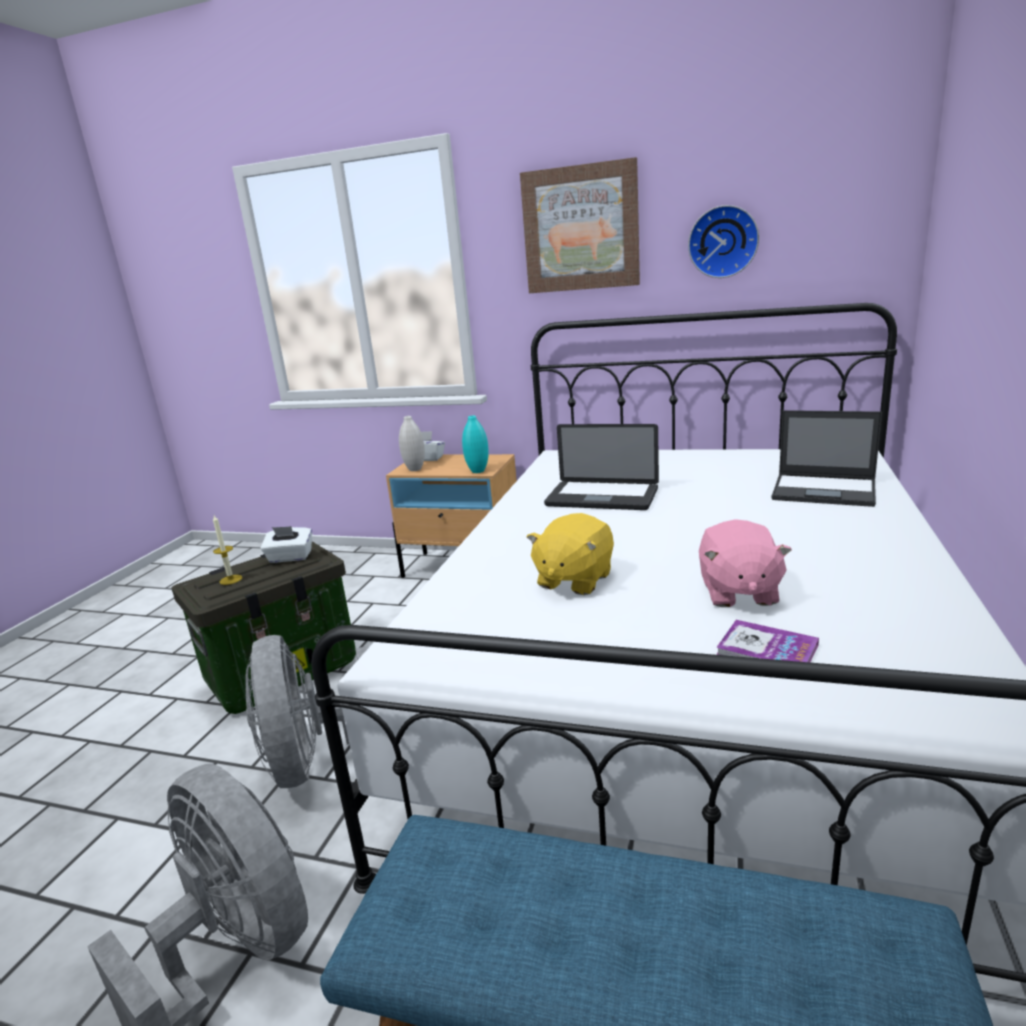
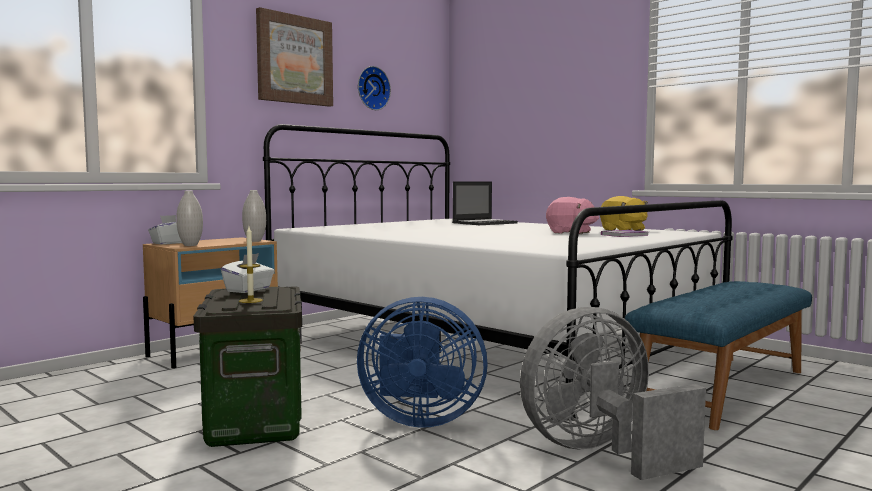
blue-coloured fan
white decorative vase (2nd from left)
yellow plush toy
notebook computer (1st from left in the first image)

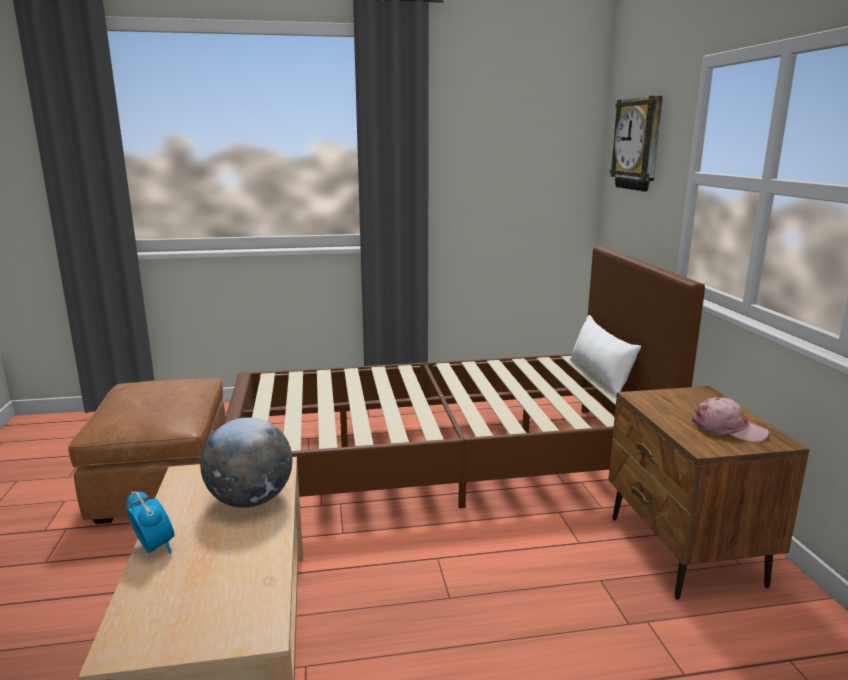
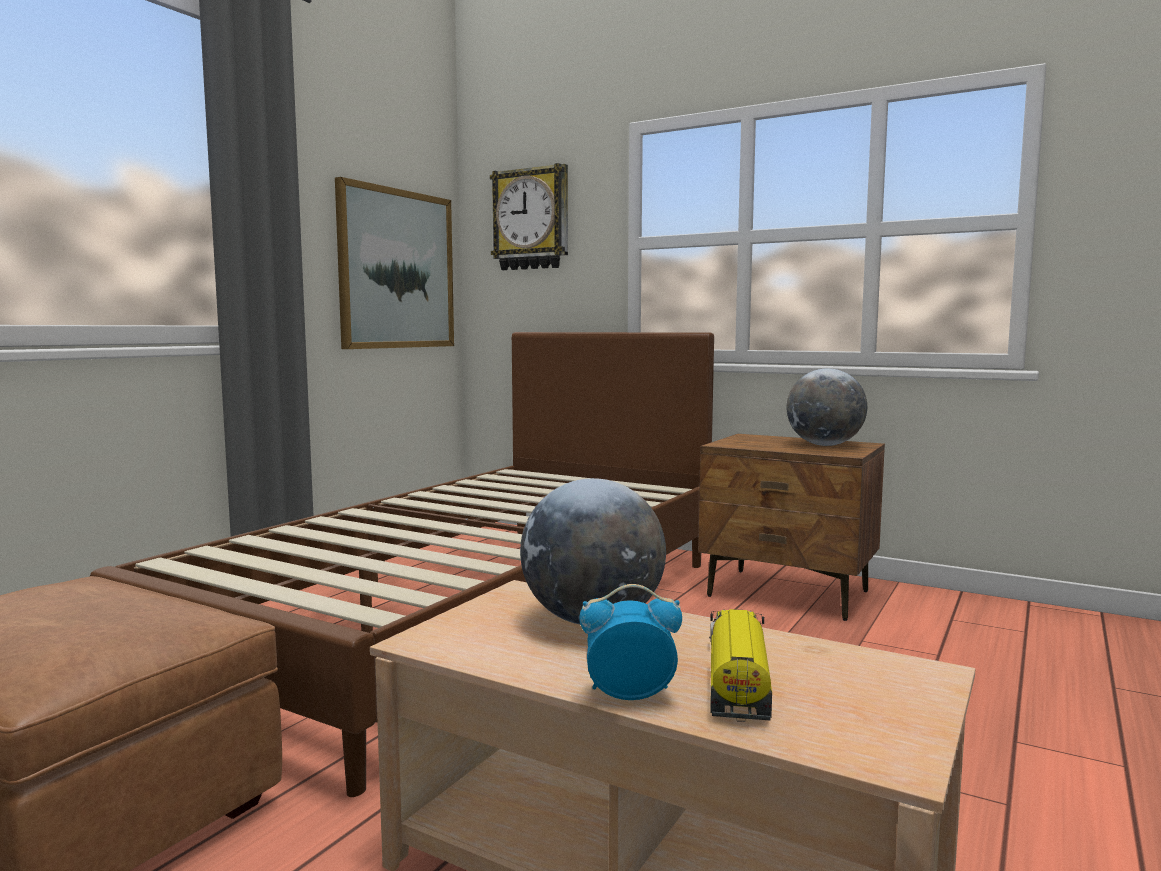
white throw pillow
world globe (2nd from left)
wall picture
toy lorry

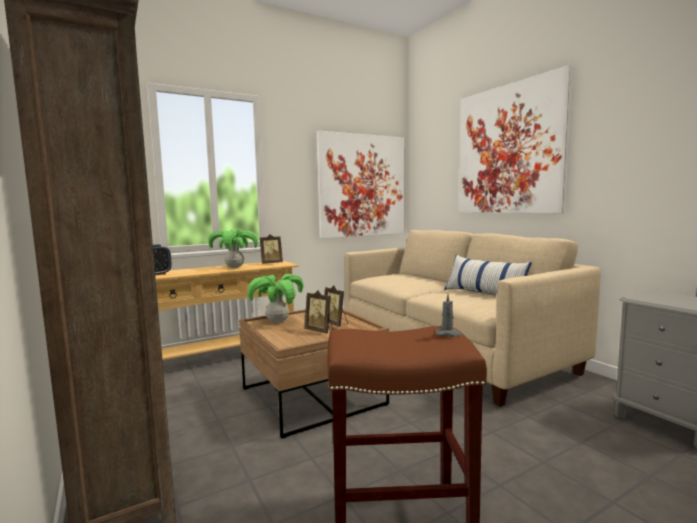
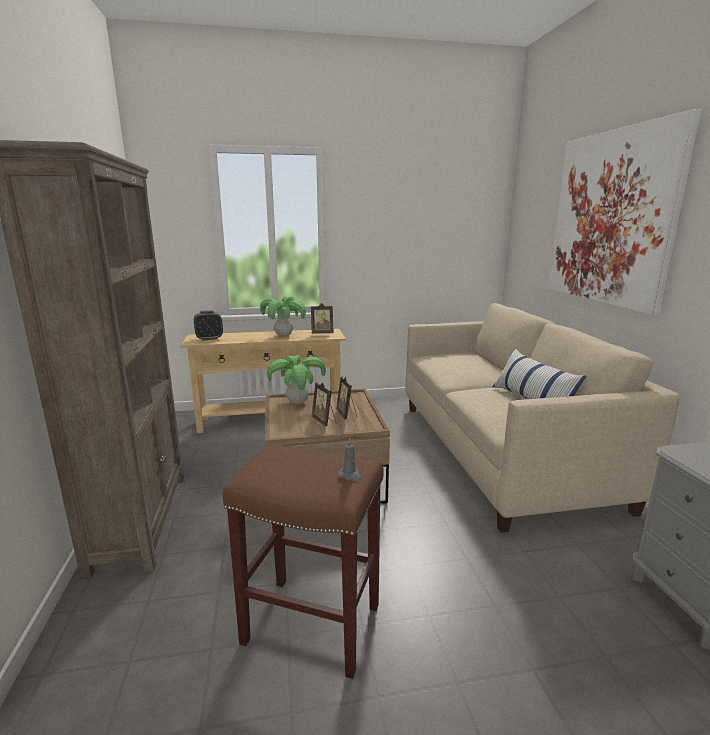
wall picture (1st from left in the first image)

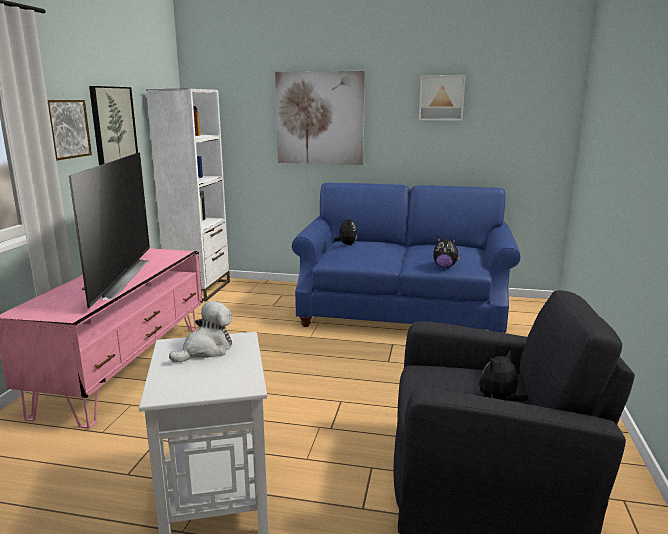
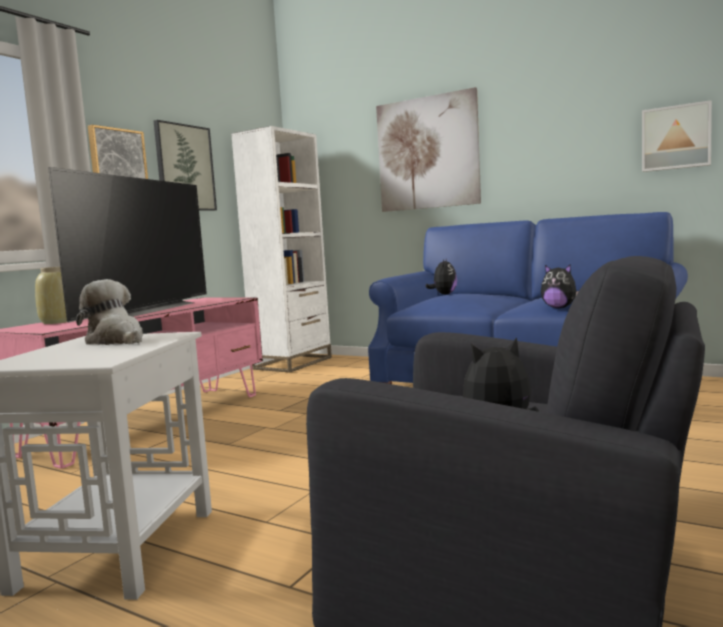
plush toy (1st from left)
wall picture (4th from left)
sand-coloured decorative vase

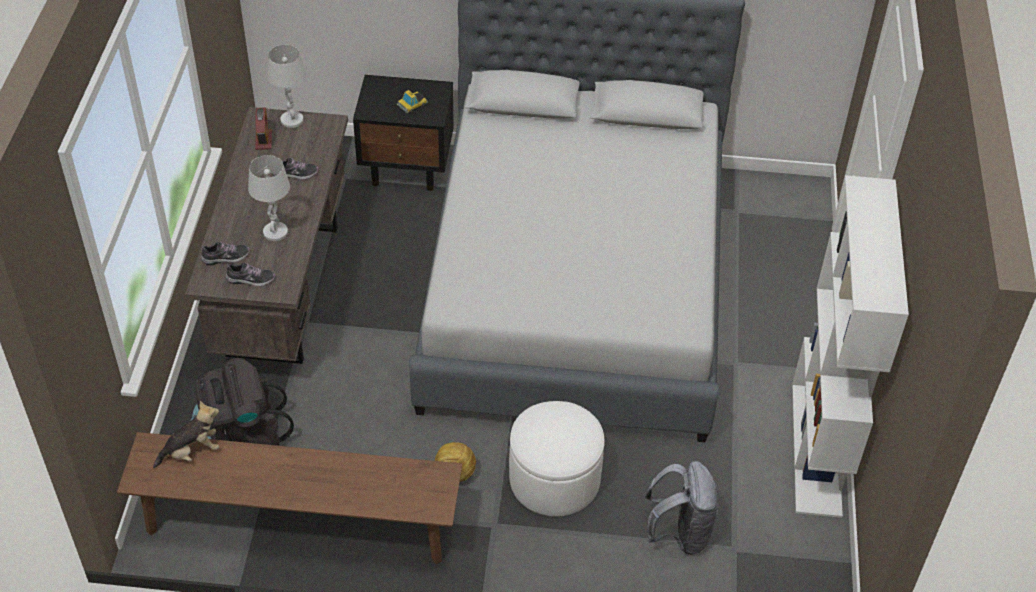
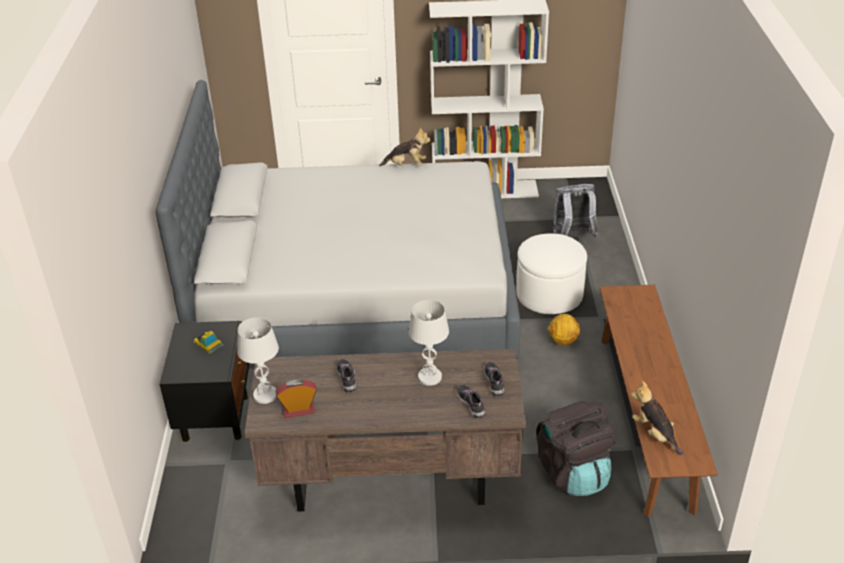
plush toy (1st from left)

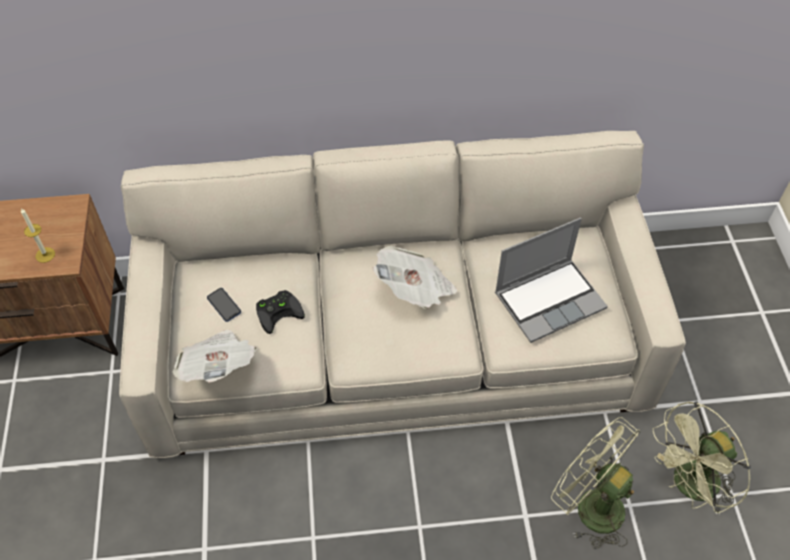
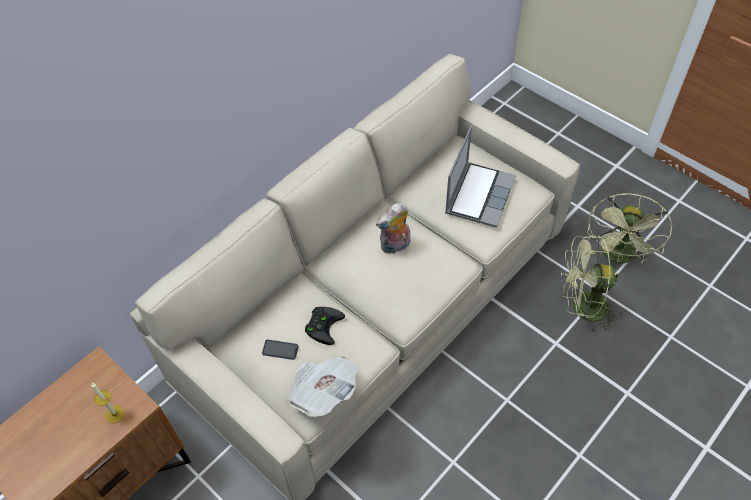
plush toy

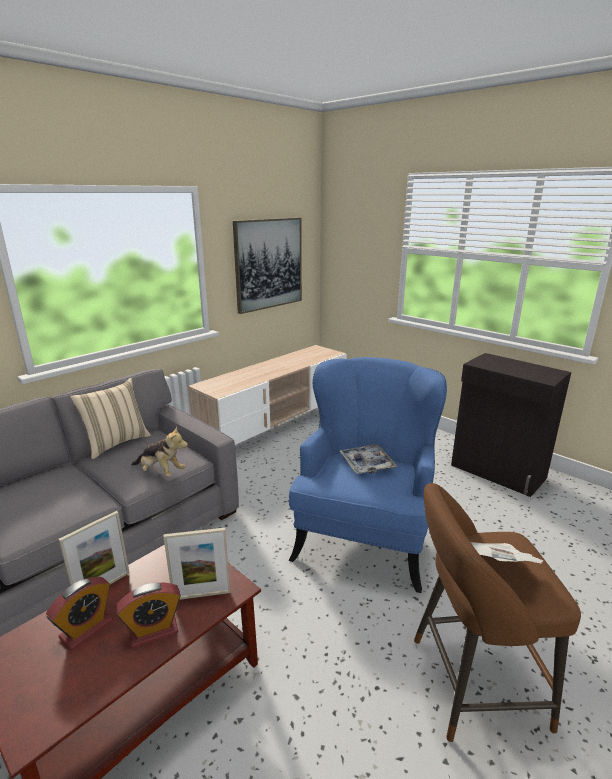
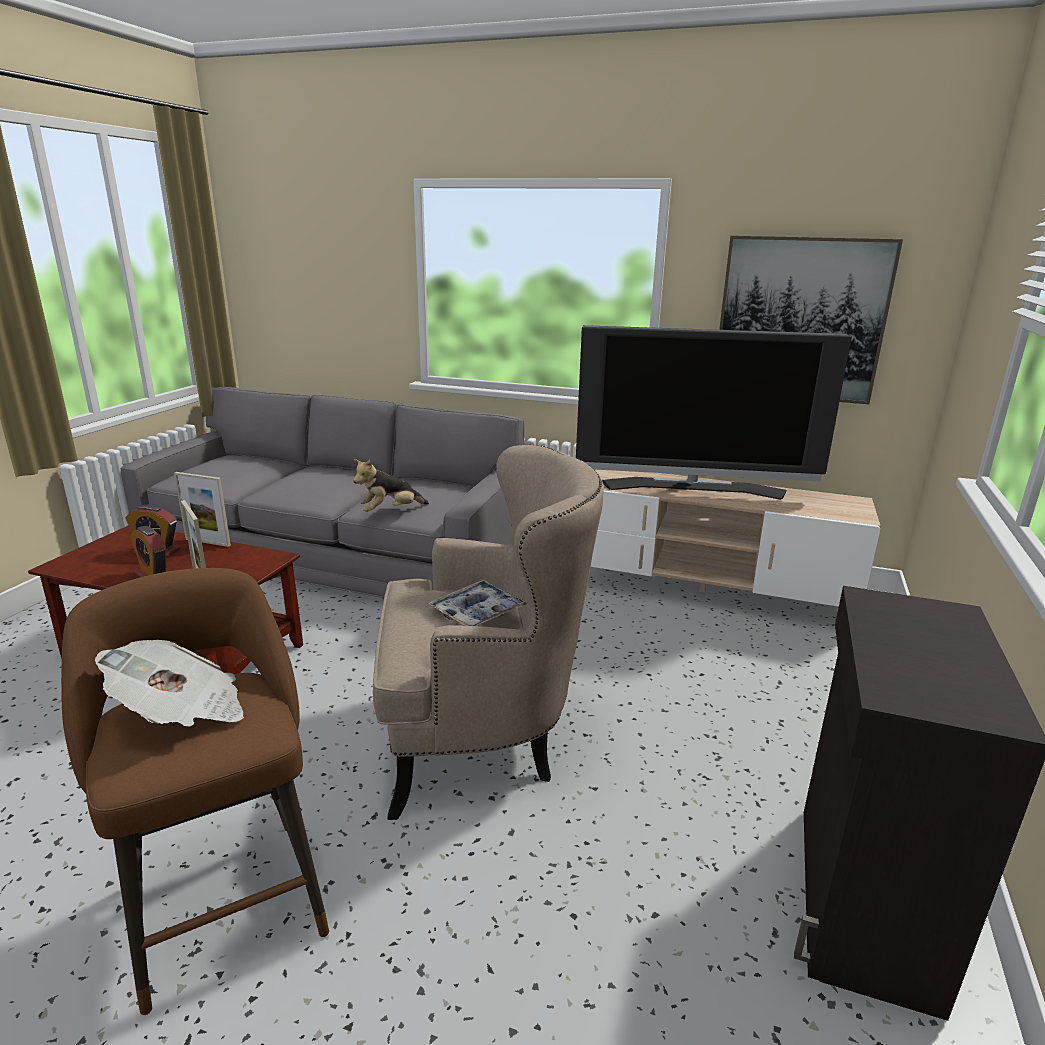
sand-coloured throw pillow
plush toy
sand-coloured armchair
TV

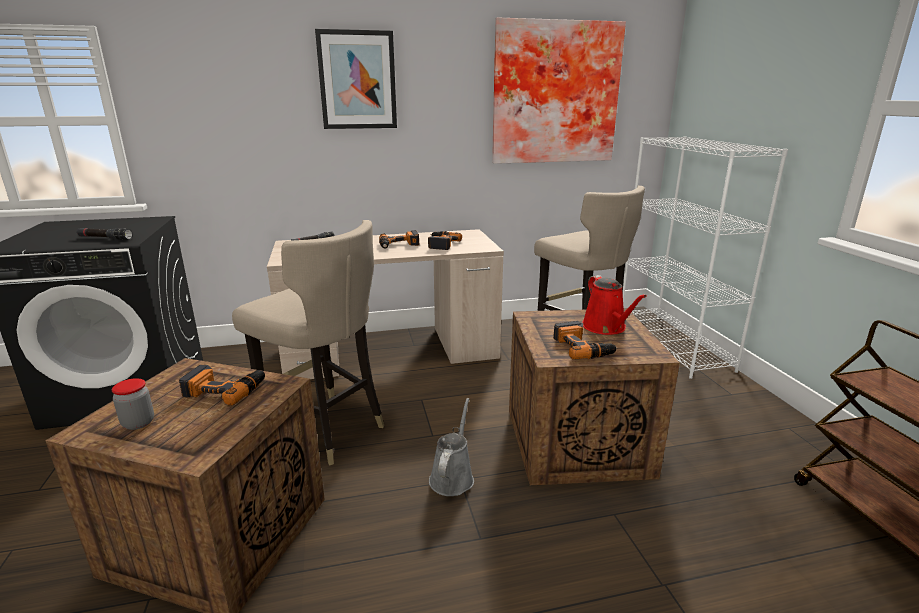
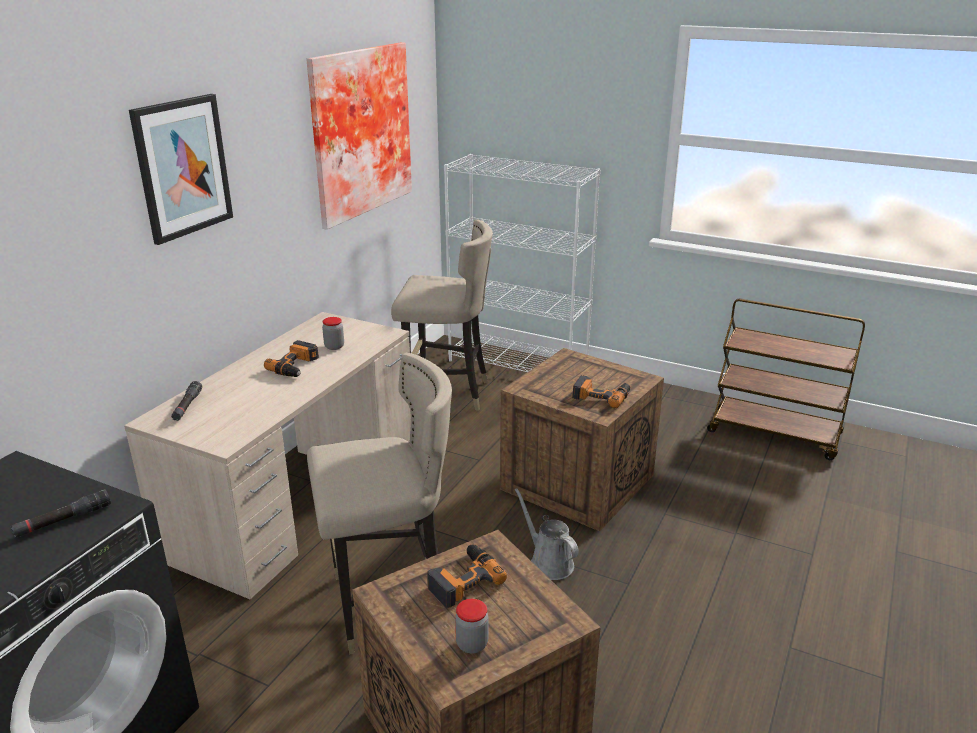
preserve jar (1st from left)
red-coloured watering pot

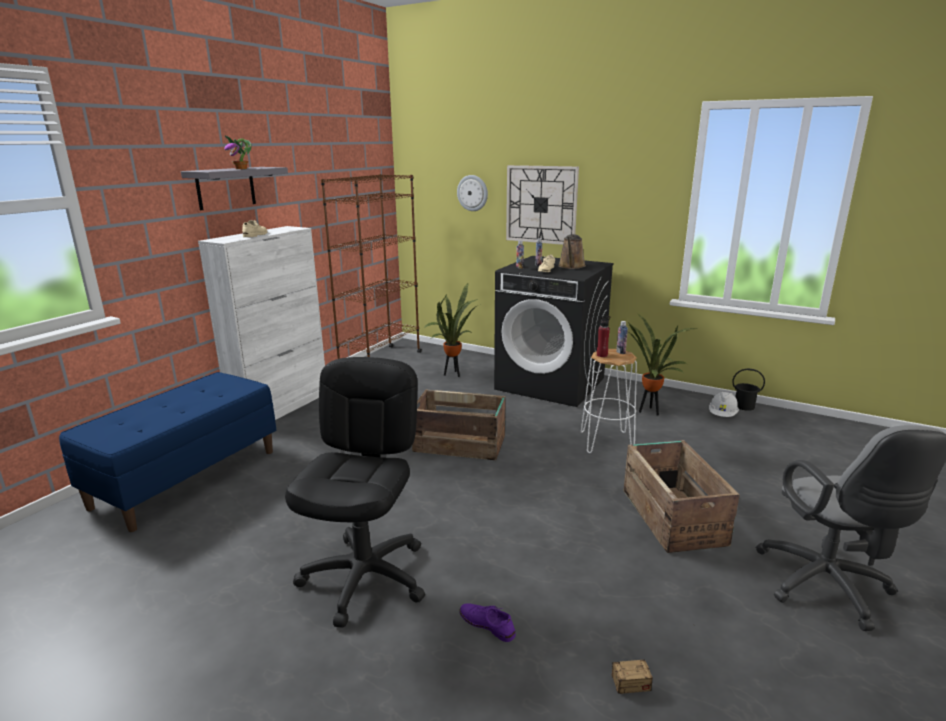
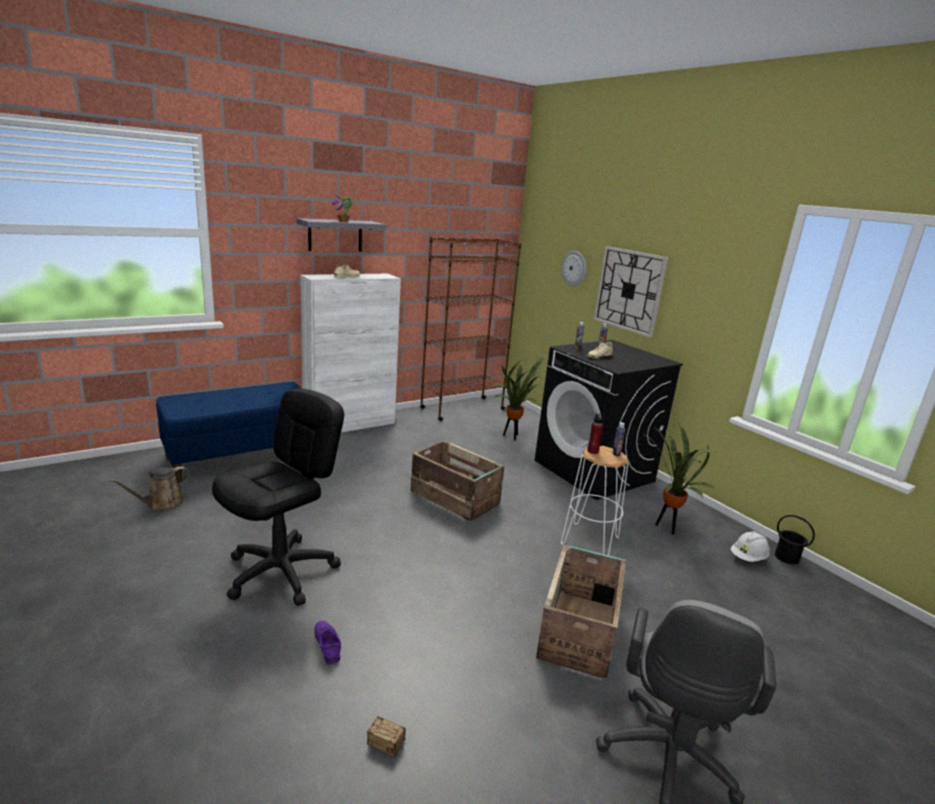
brown-coloured watering pot

